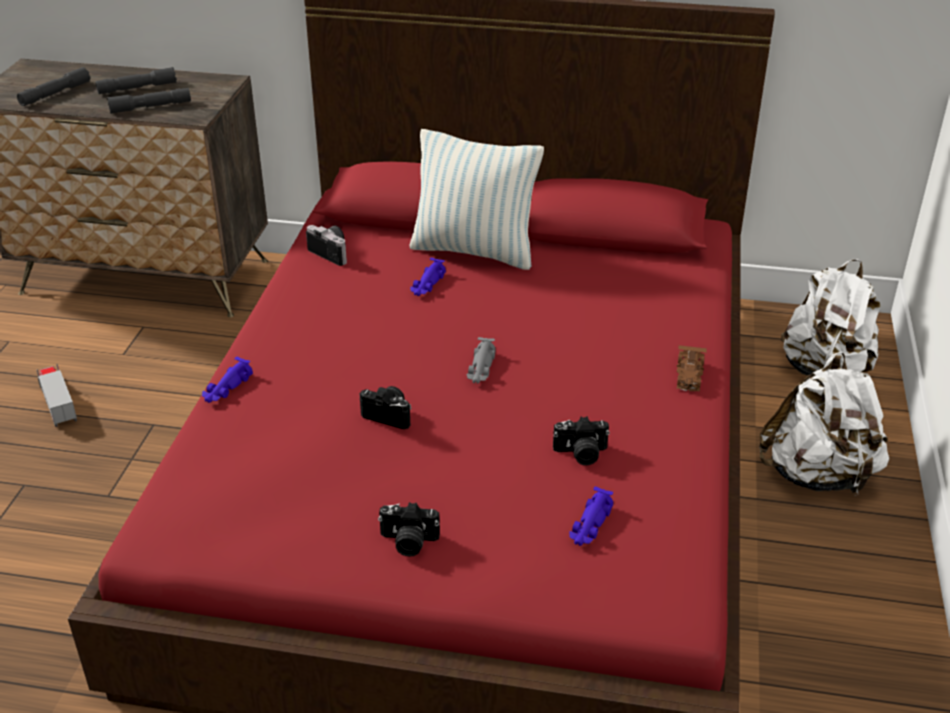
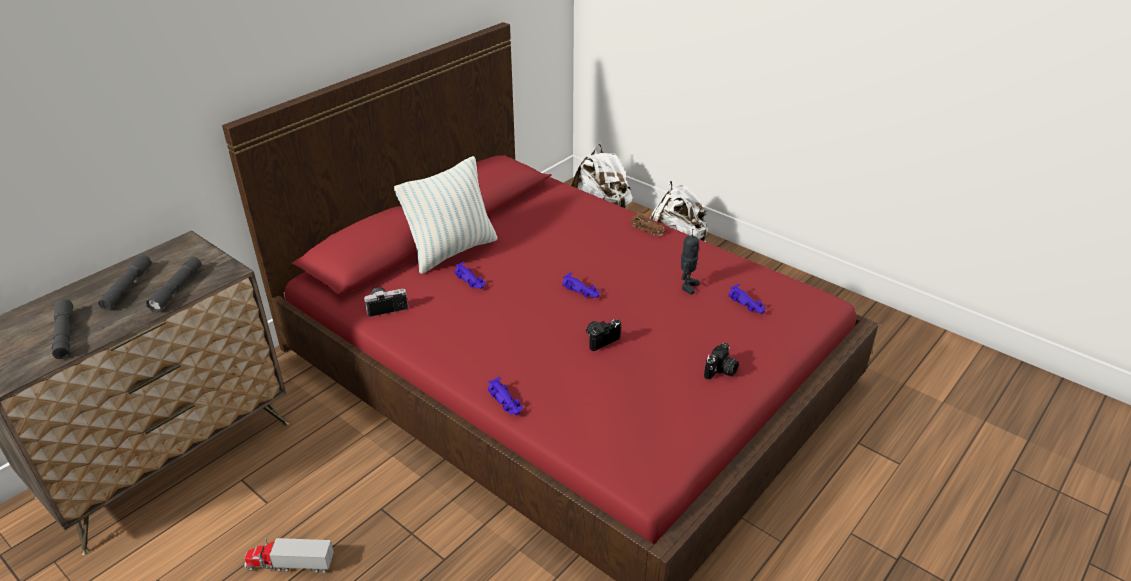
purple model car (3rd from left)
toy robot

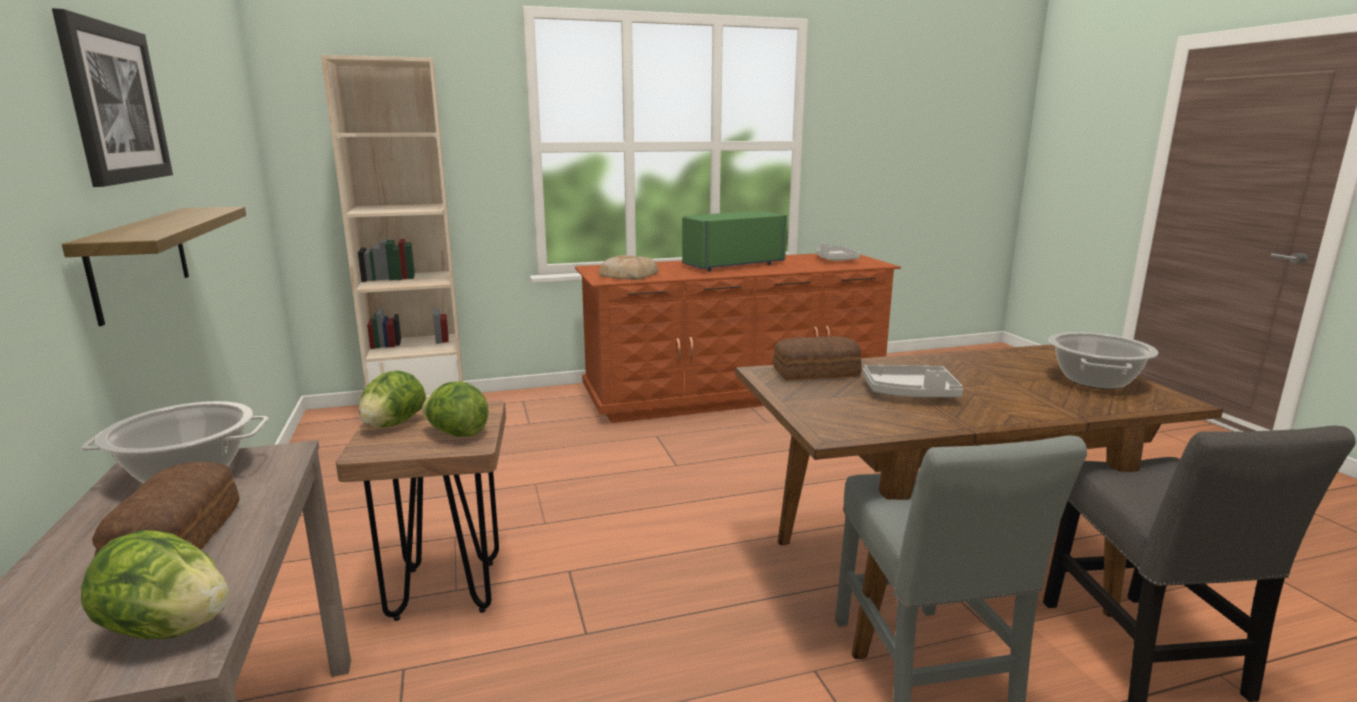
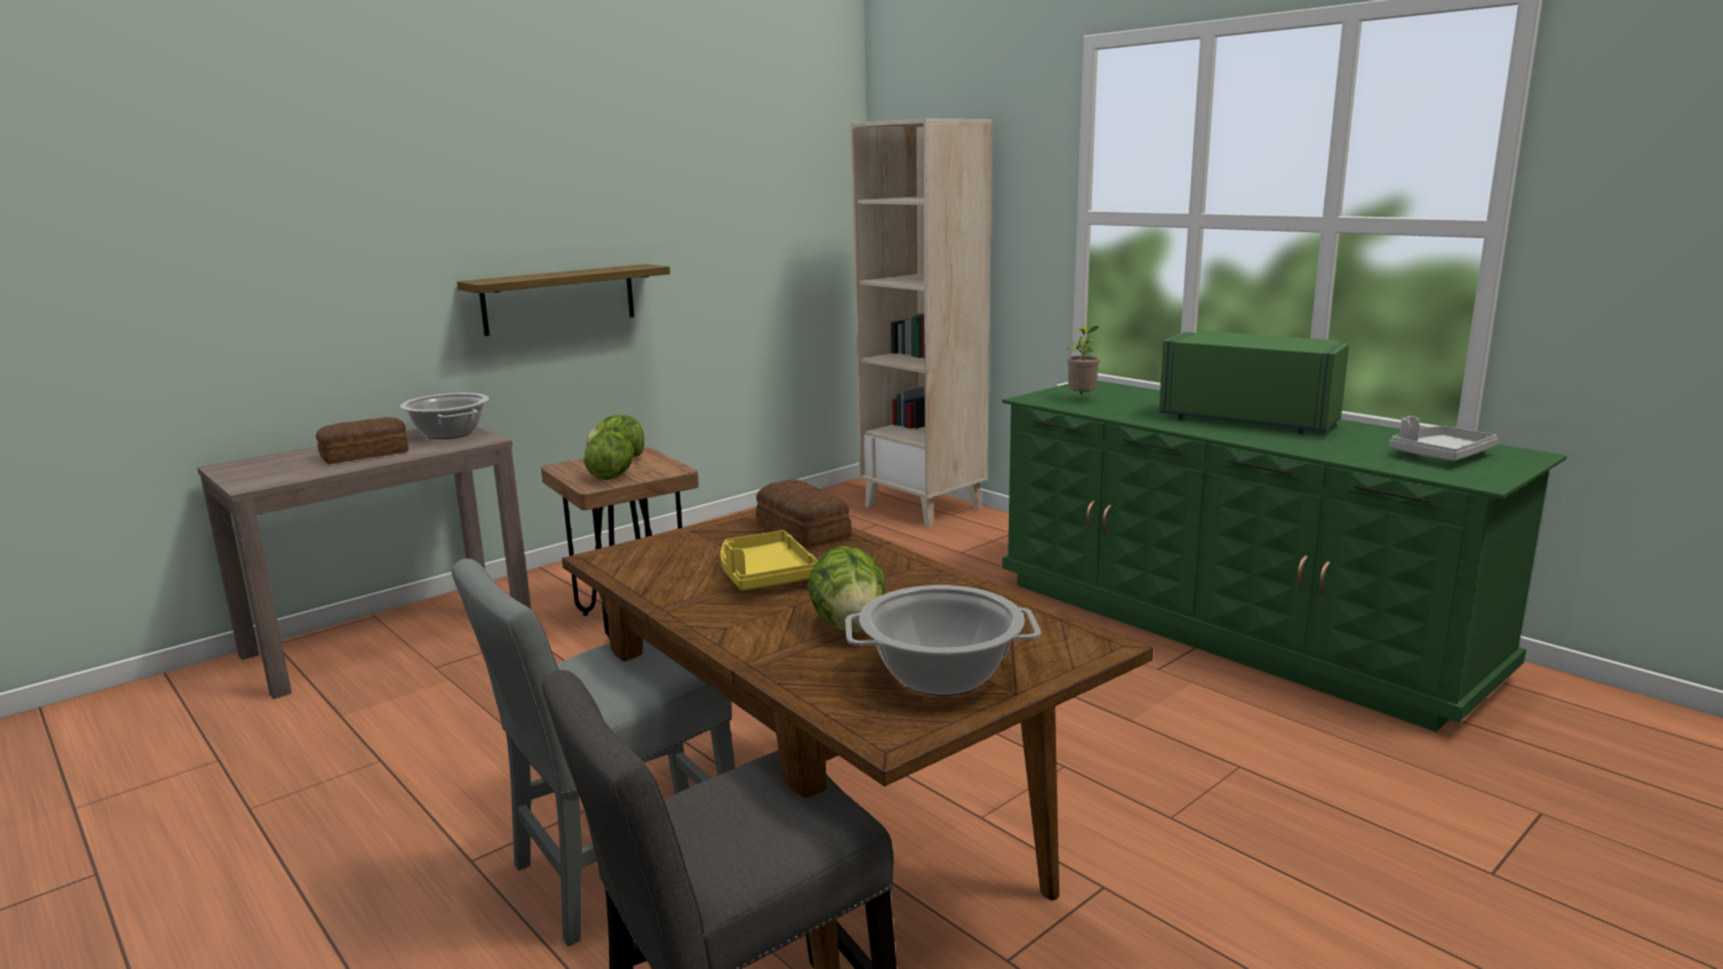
wall picture
head of lettuce (3rd from left)
green-coloured dresser
houseplant
yellow serving tray

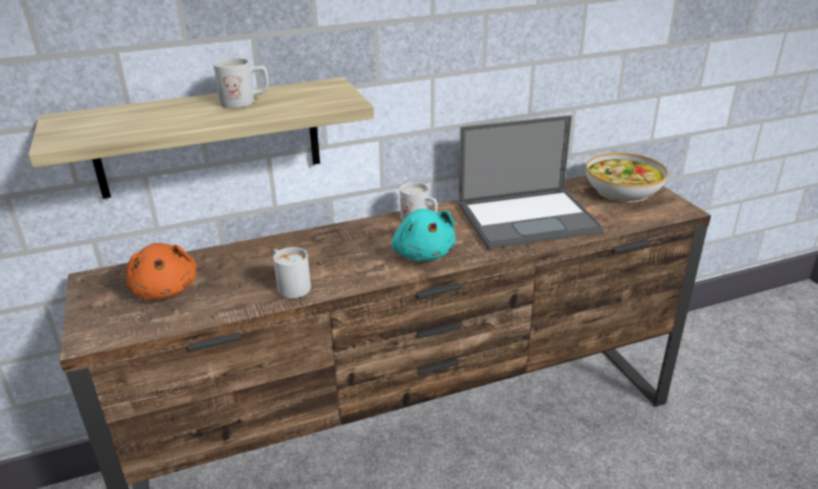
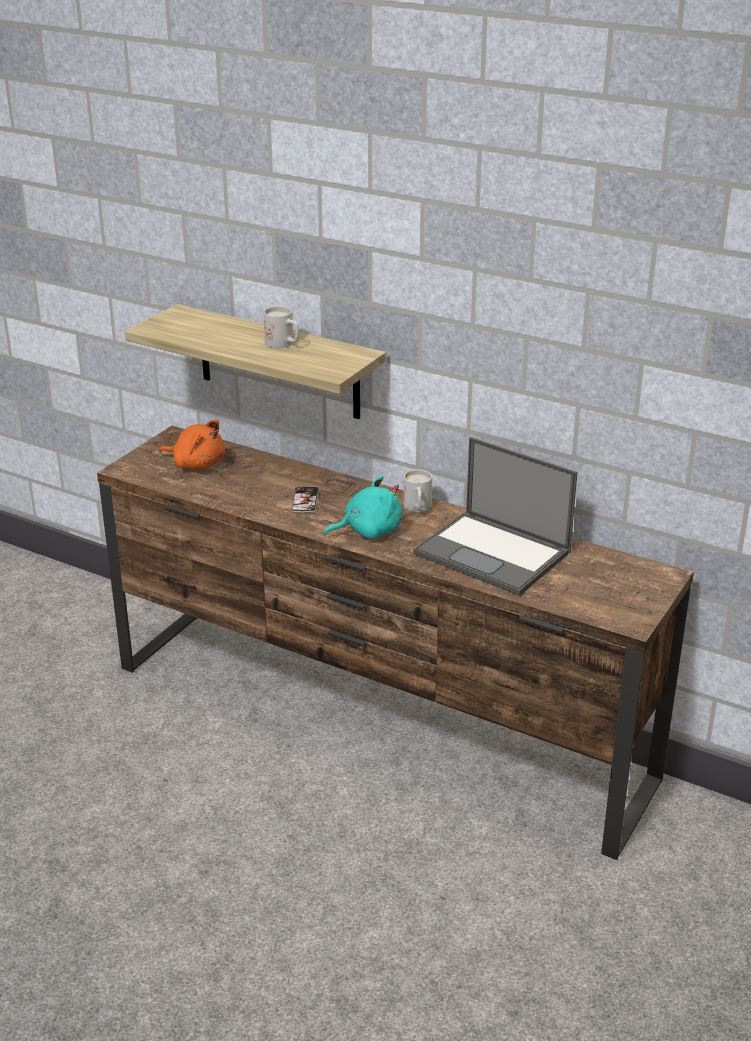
orange plush toy
white mug (2nd from left in the first image)
turquoise plush toy
deep dish
phone

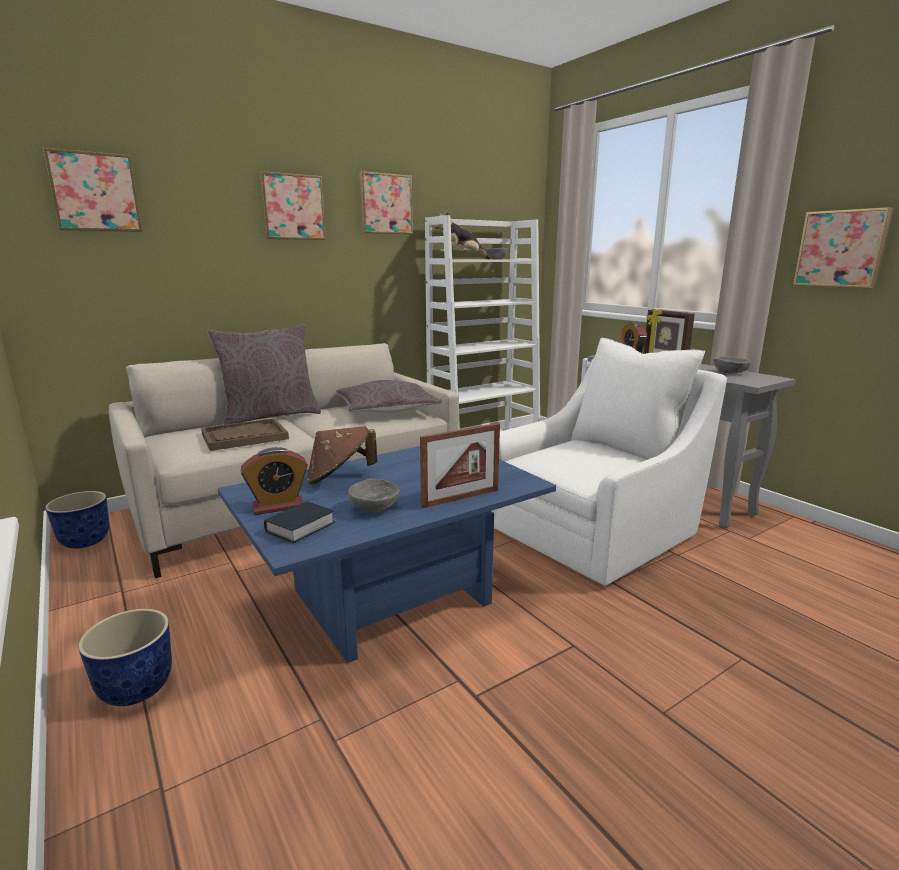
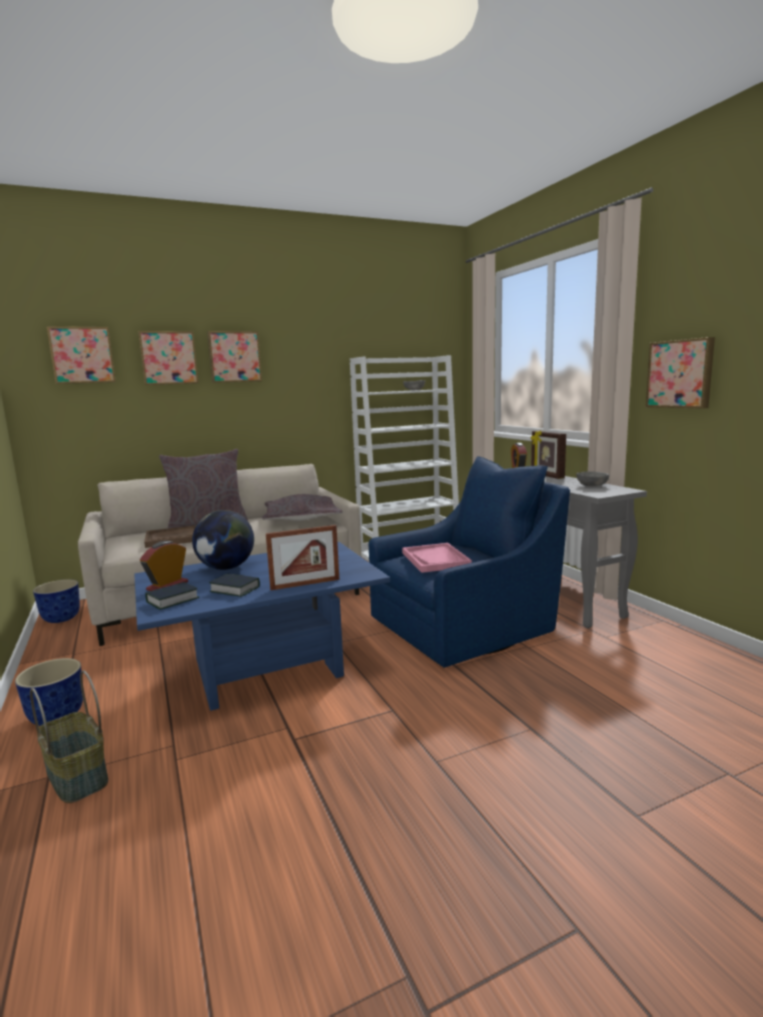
alarm clock (1st from left)
world globe
book (2nd from left)
wall picture (2nd from left)
plush toy
blue-coloured armchair
basket
pink-coloured serving tray

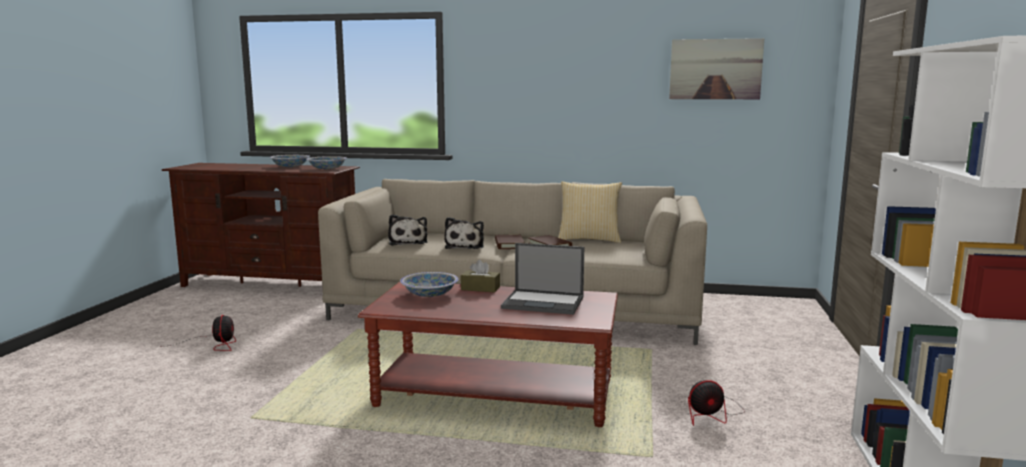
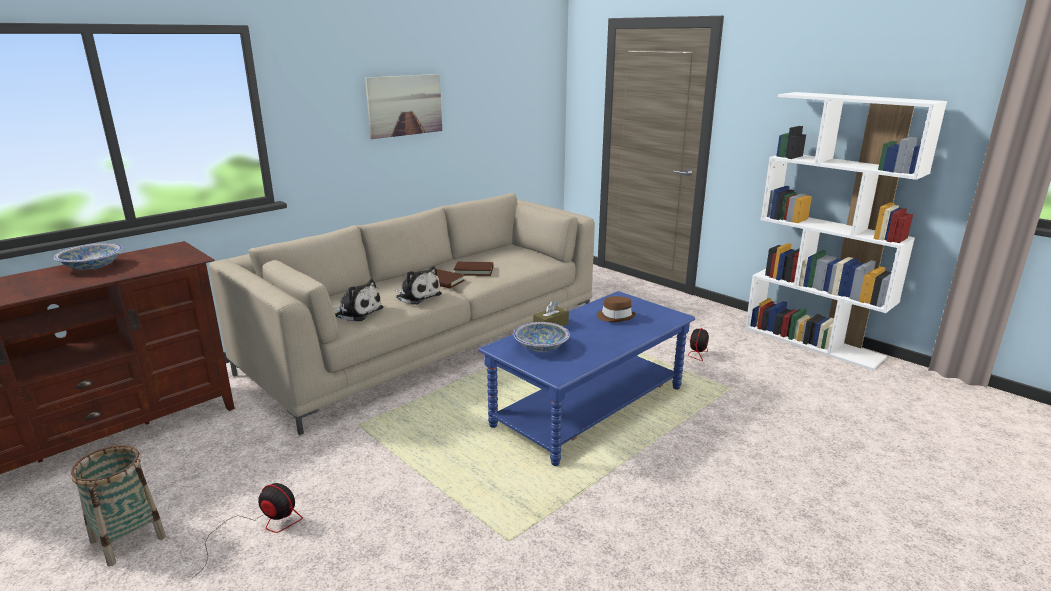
deep dish (2nd from left in the first image)
blue-coloured coffee table
brown-coloured clothing hat
throw pillow
wall picture
basket

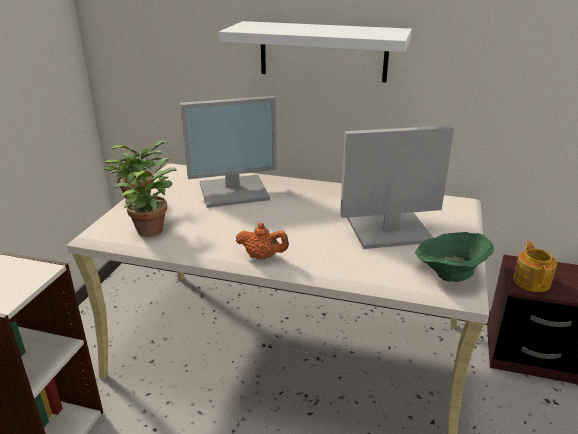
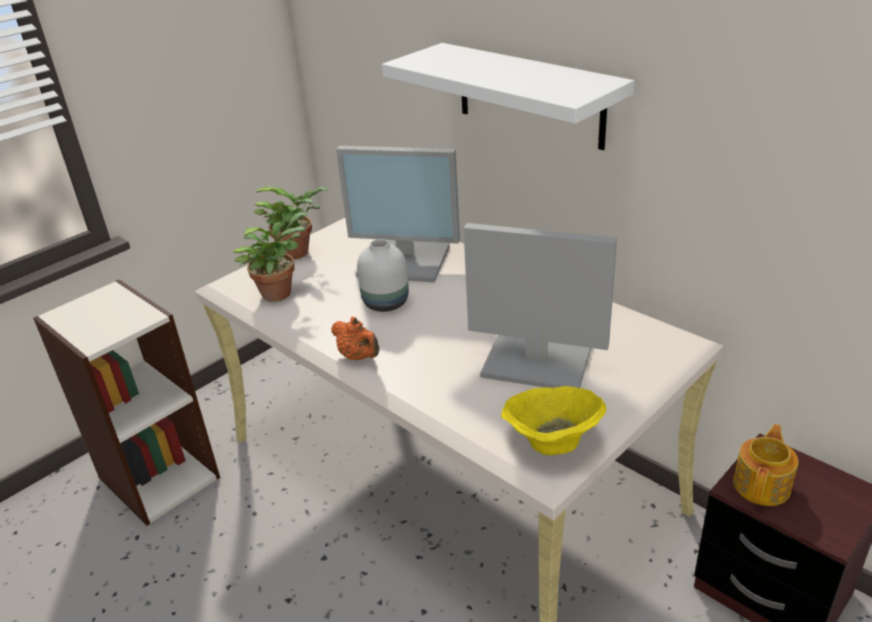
yellow deep dish
white decorative vase

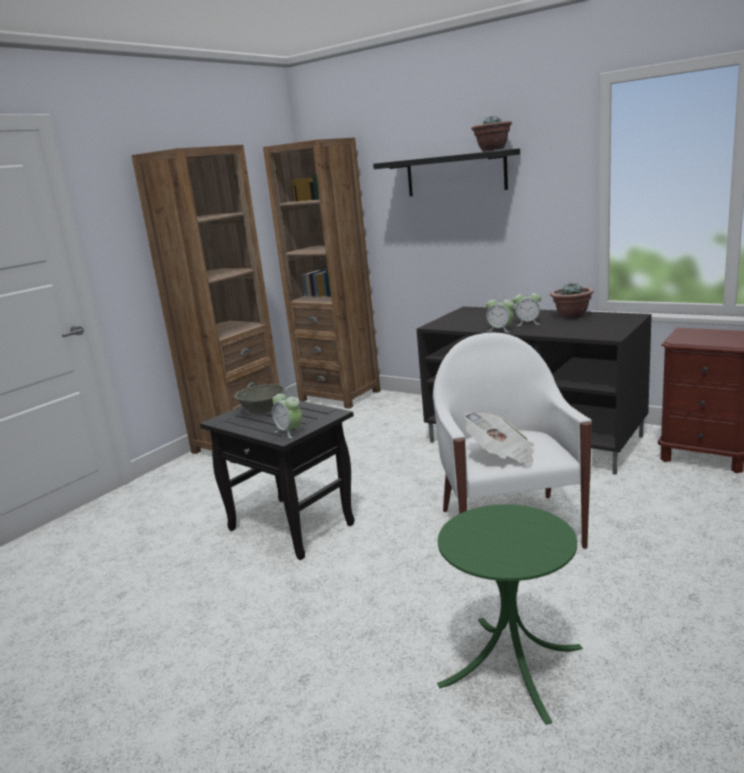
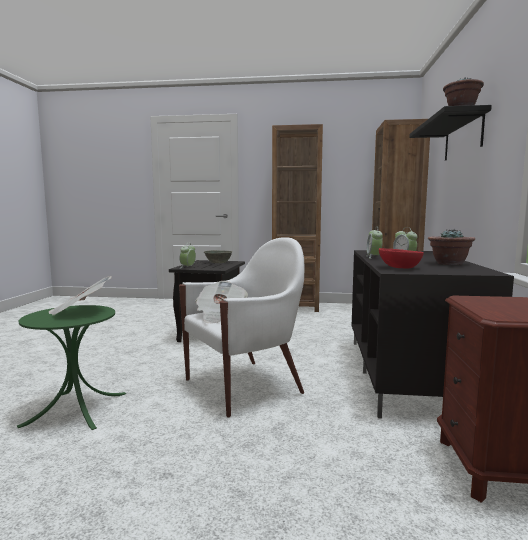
daily paper (1st from left)
red-coloured deep dish

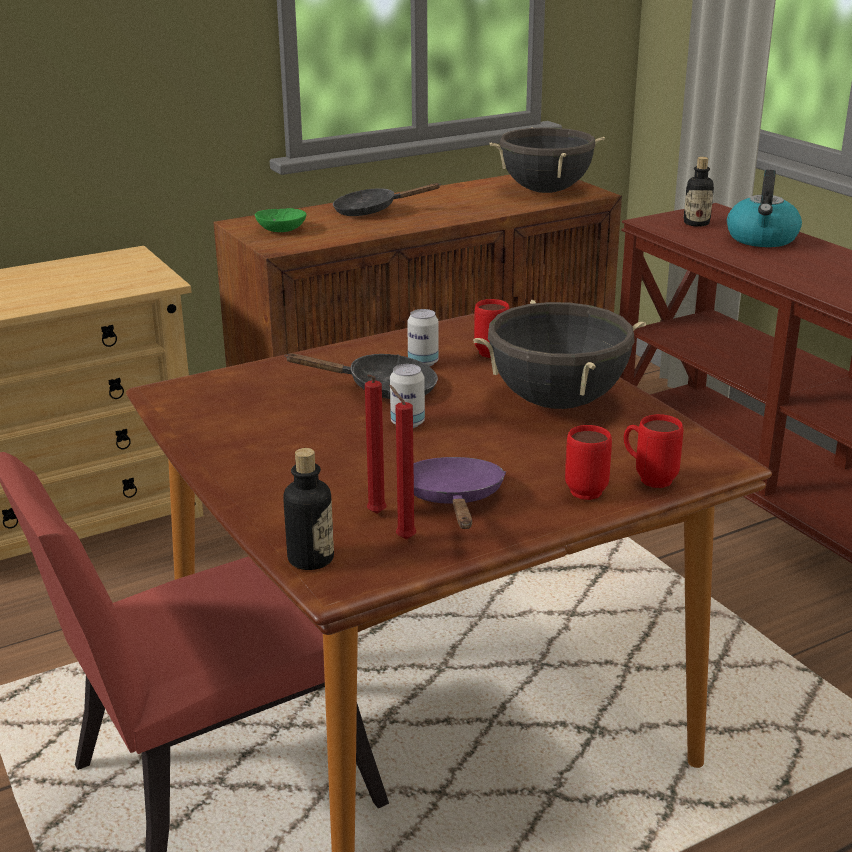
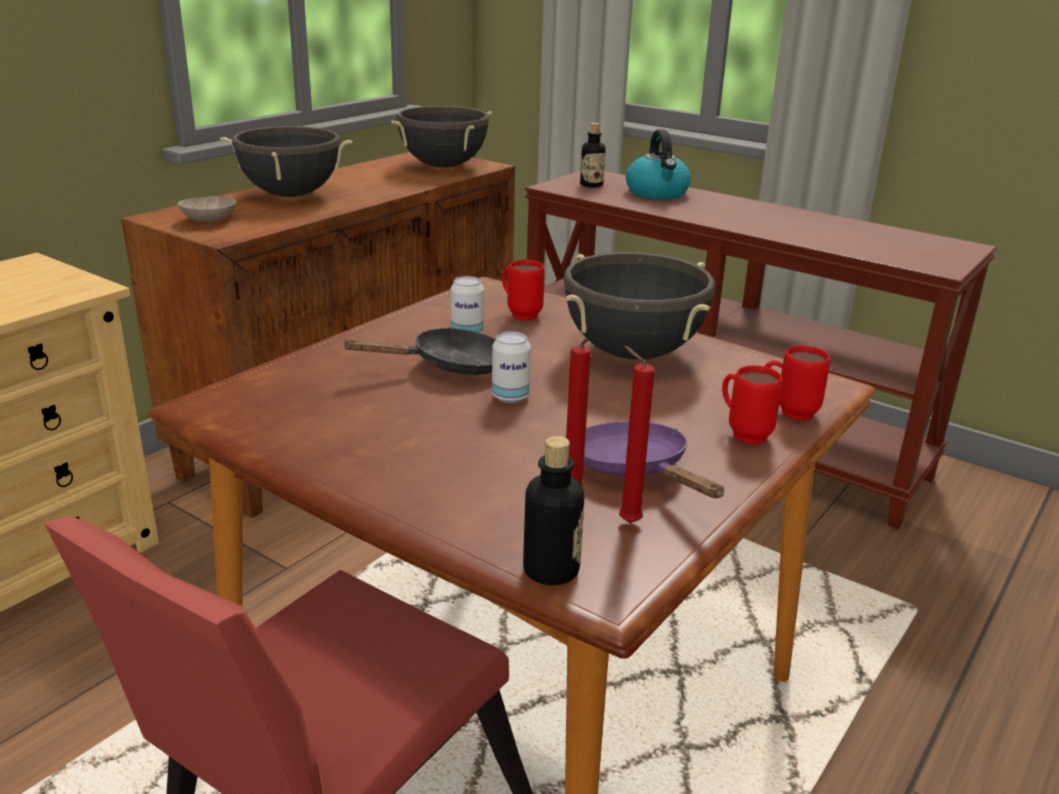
sand-coloured deep dish
blackish saucepot (1st from left)

